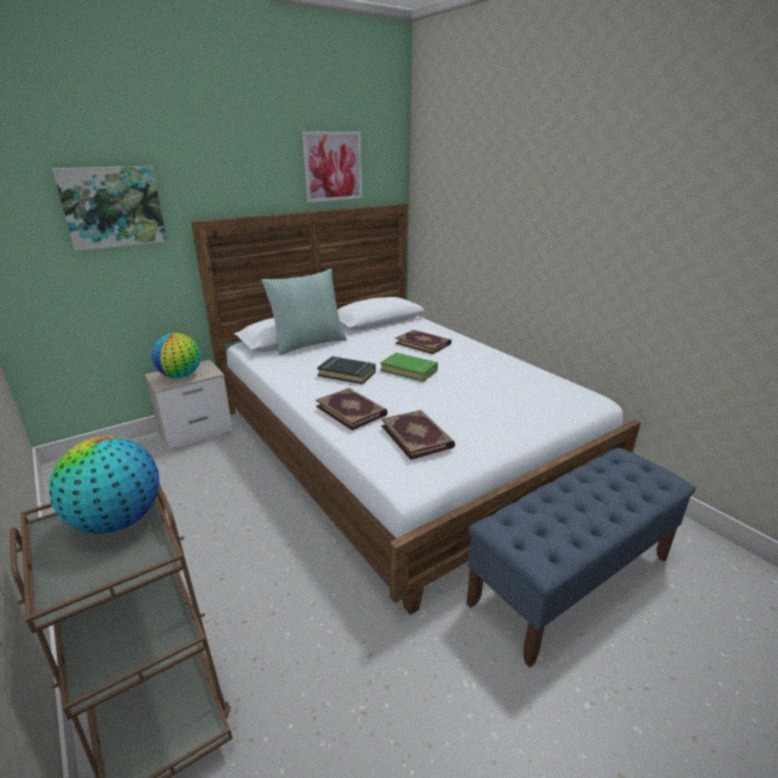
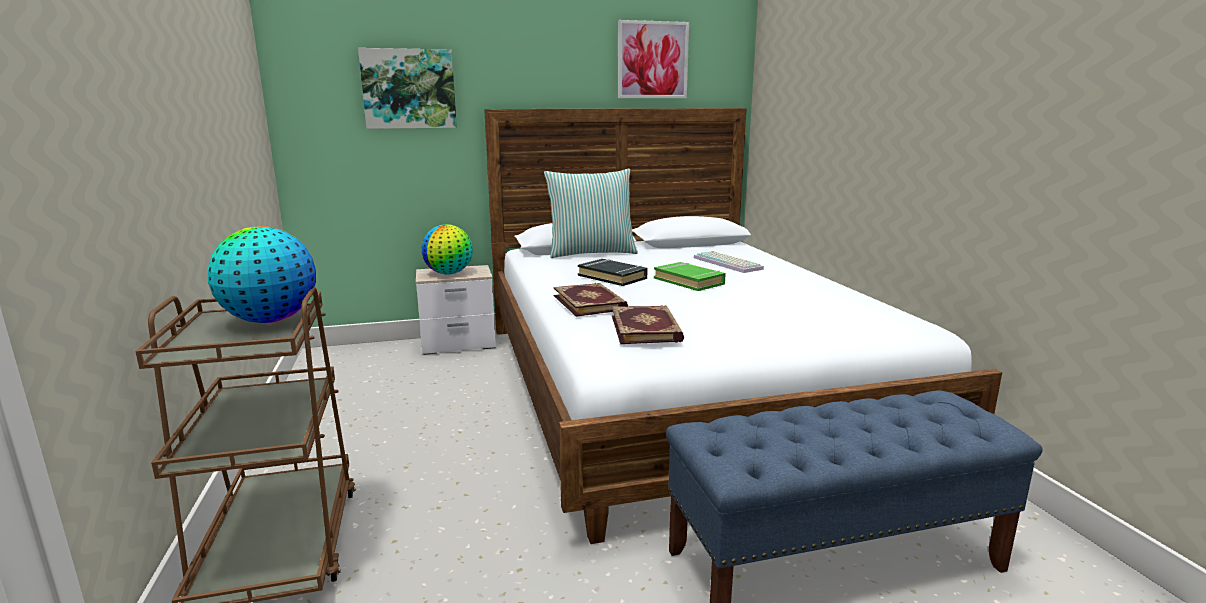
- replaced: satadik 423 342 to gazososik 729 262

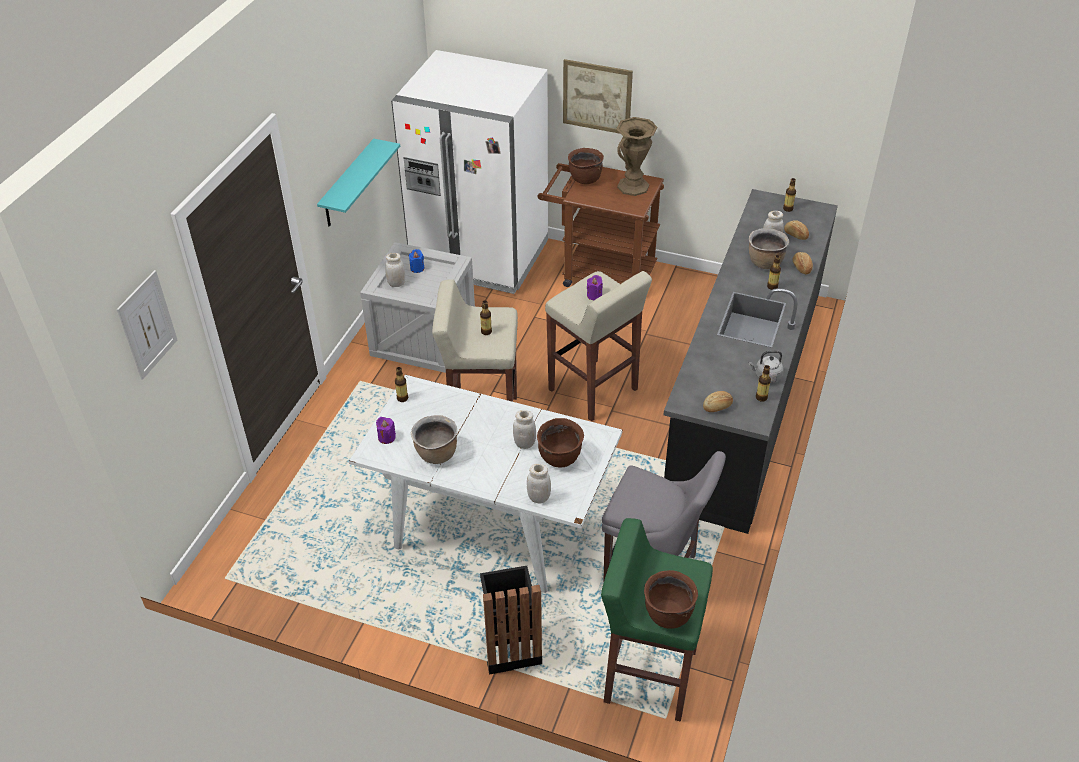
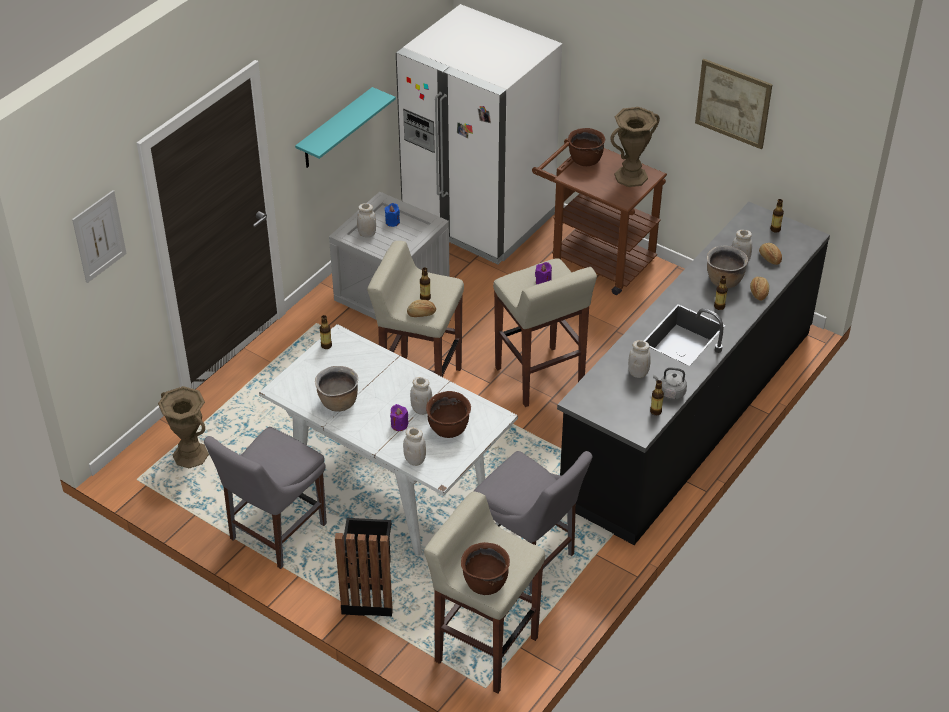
- added: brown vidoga 183 427
- added: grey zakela 265 498
- moved: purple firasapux 386 430 to 399 417
- moved: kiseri 718 401 to 421 308
- recoloured: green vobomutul 657 620 to beige vobomutul 484 592
- added: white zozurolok 639 359
- moved: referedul 598 96 to 734 104

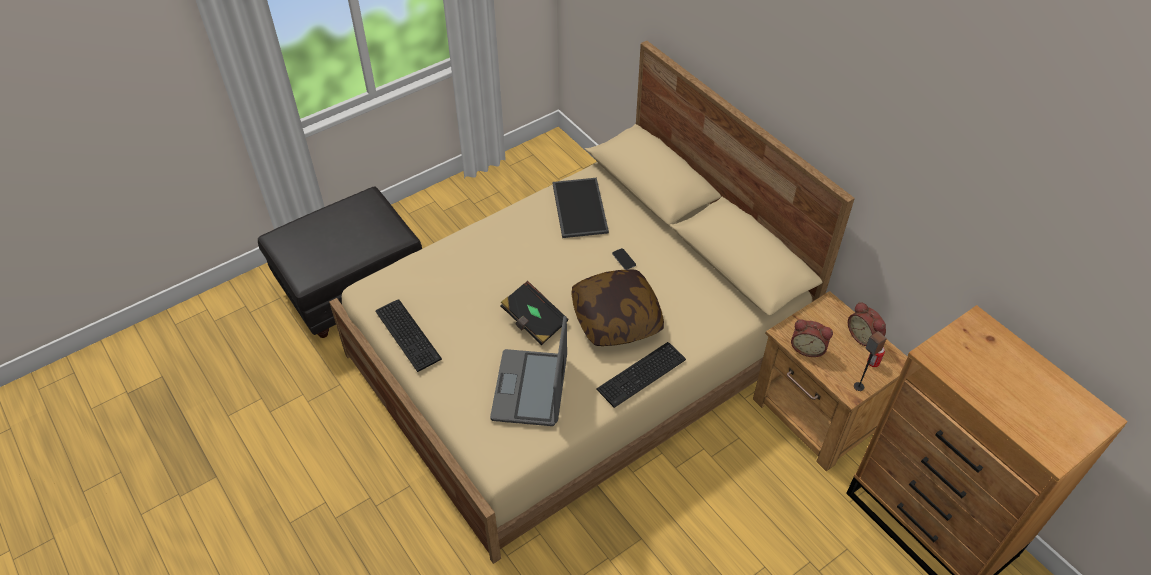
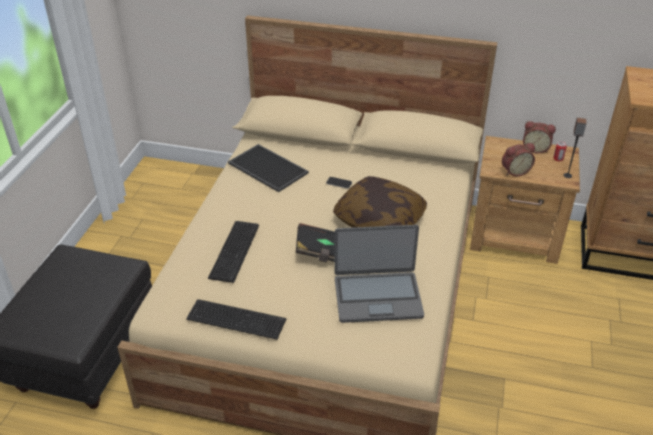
- moved: gazososik 641 375 to 233 252
- turned: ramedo 528 371 = 379 274 60 degrees counterclockwise

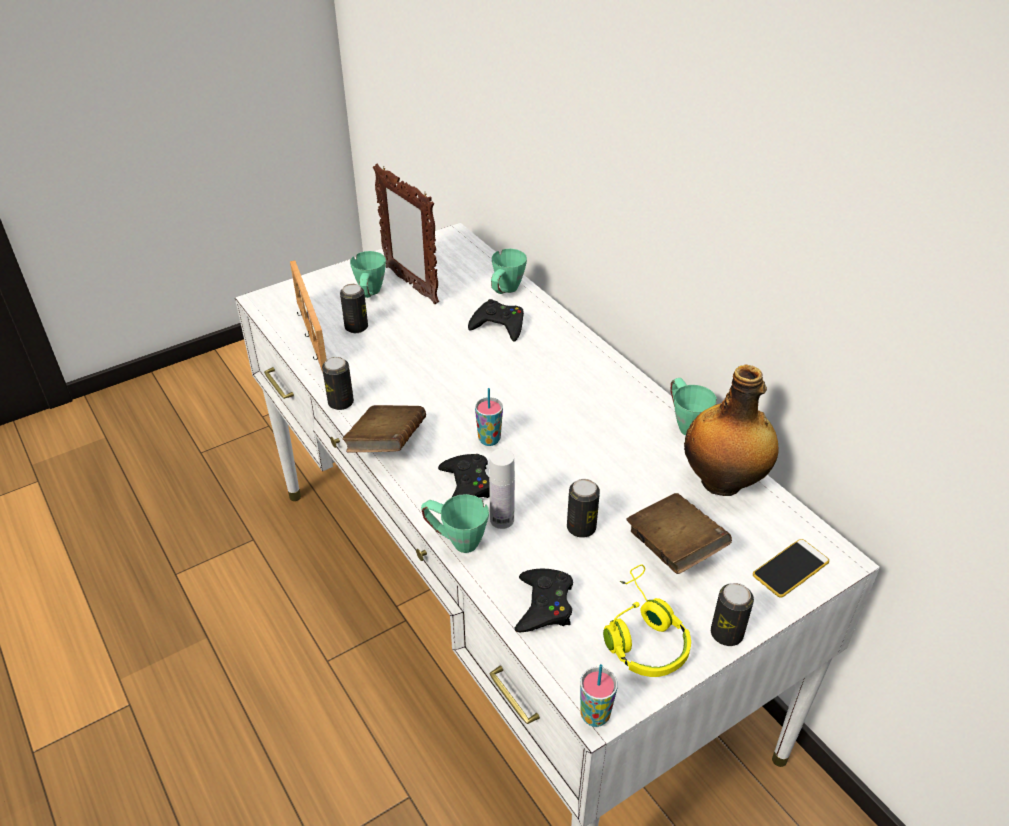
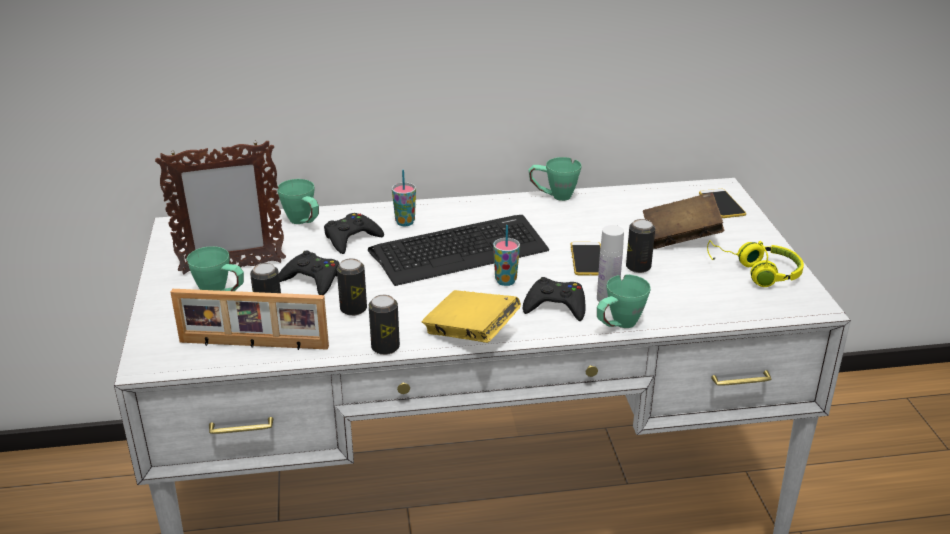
- moved: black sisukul 544 600 to 309 273
- moved: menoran 732 614 to 352 287
- added: gazososik 458 250
- moved: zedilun 599 695 to 404 198
- recoloured: brown satadik 384 428 to yellow satadik 471 316
- added: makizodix 586 258
- removed: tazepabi 731 430

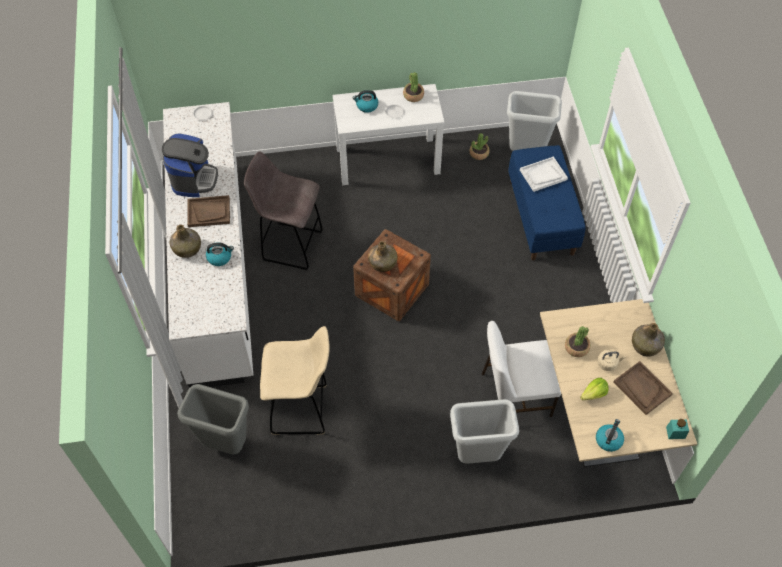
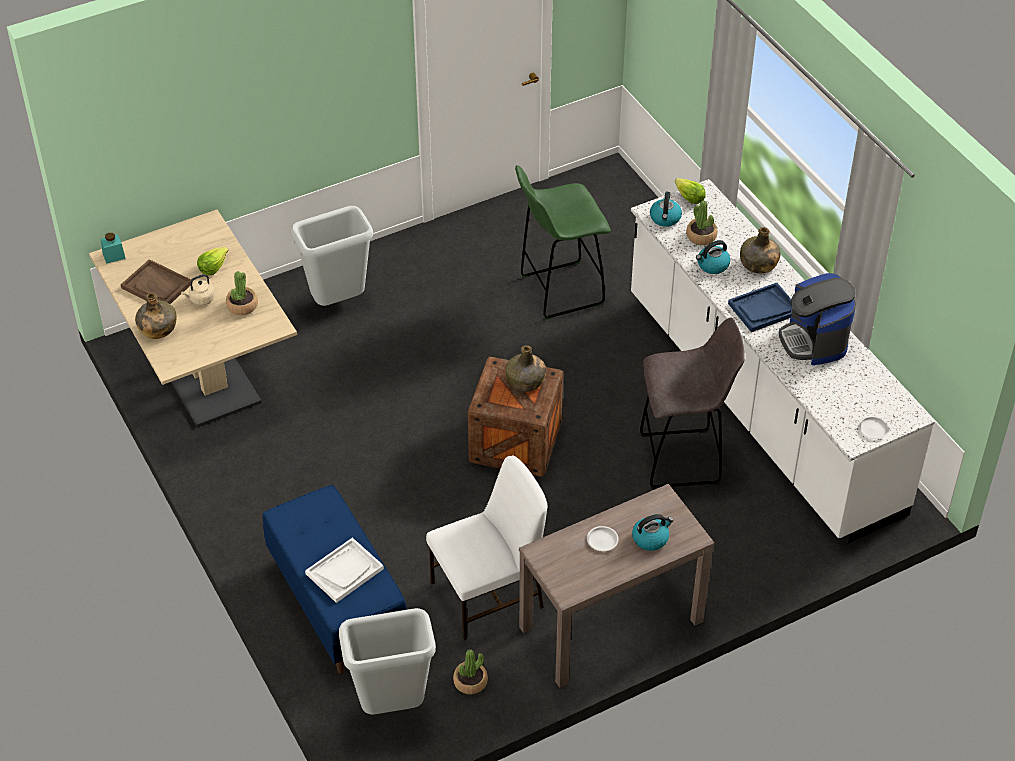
- moved: white zakela 521 369 to 486 548
- recoloured: beige vobomutul 295 380 to green vobomutul 563 242
- recoloured: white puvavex 388 134 to brown puvavex 617 586
- moved: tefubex 610 435 to 666 209
- added: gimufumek 690 191
- moved: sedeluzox 413 87 to 702 223
- recoloured: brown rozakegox 208 211 to blue rozakegox 760 307
- removed: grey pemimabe 213 419

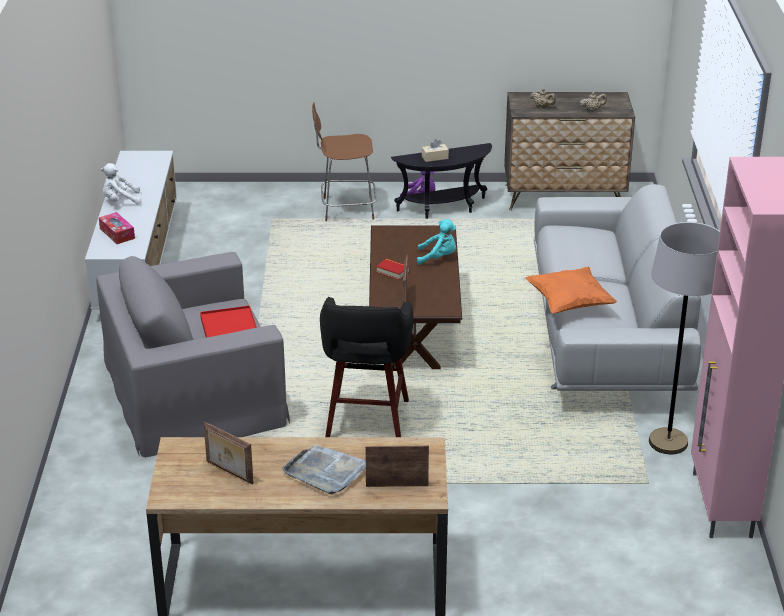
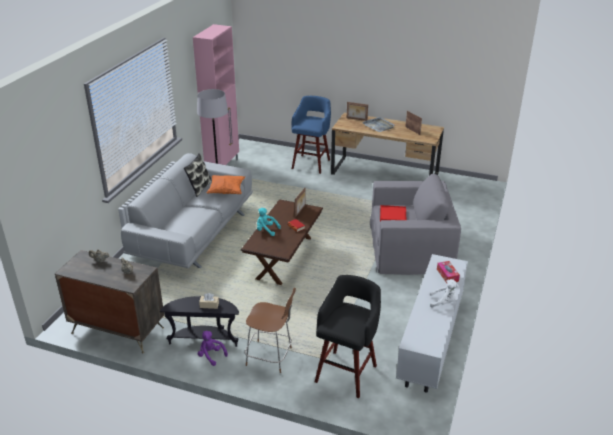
- added: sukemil 198 175
- added: blue vobomutul 311 135
- moved: black vobomutul 366 367 to 348 336

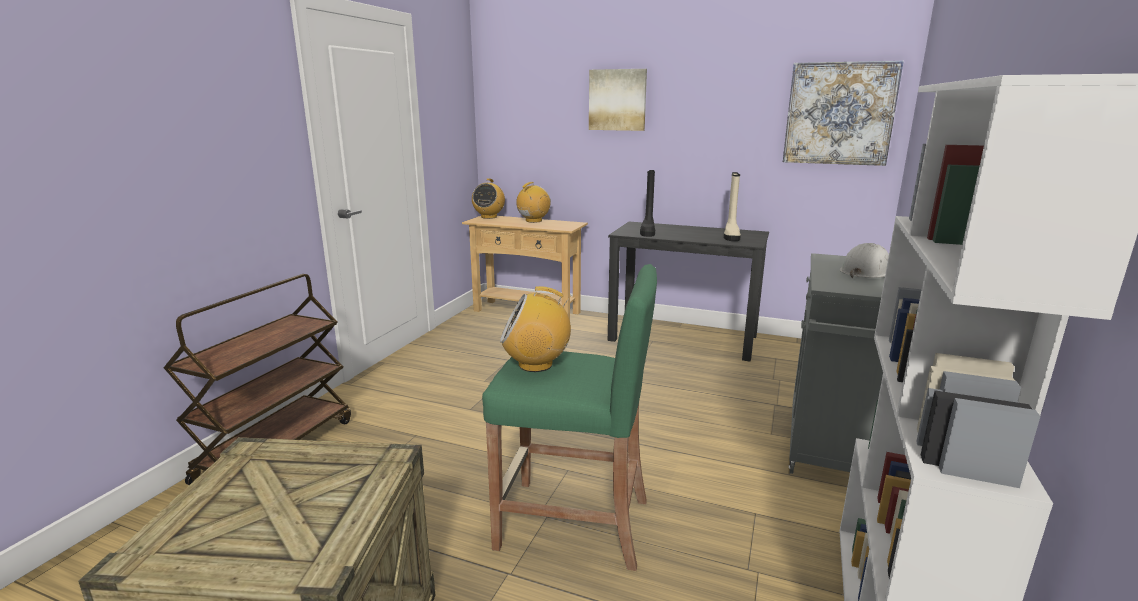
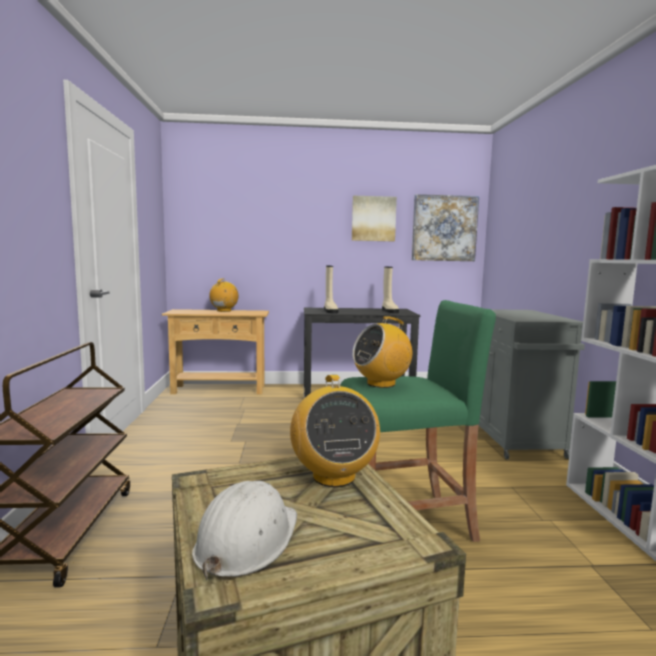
- moved: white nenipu 864 260 to 244 530
- moved: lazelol 488 199 to 335 431
- recoloured: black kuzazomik 647 203 to beige kuzazomik 331 289
- moved: referedul 618 100 to 374 218

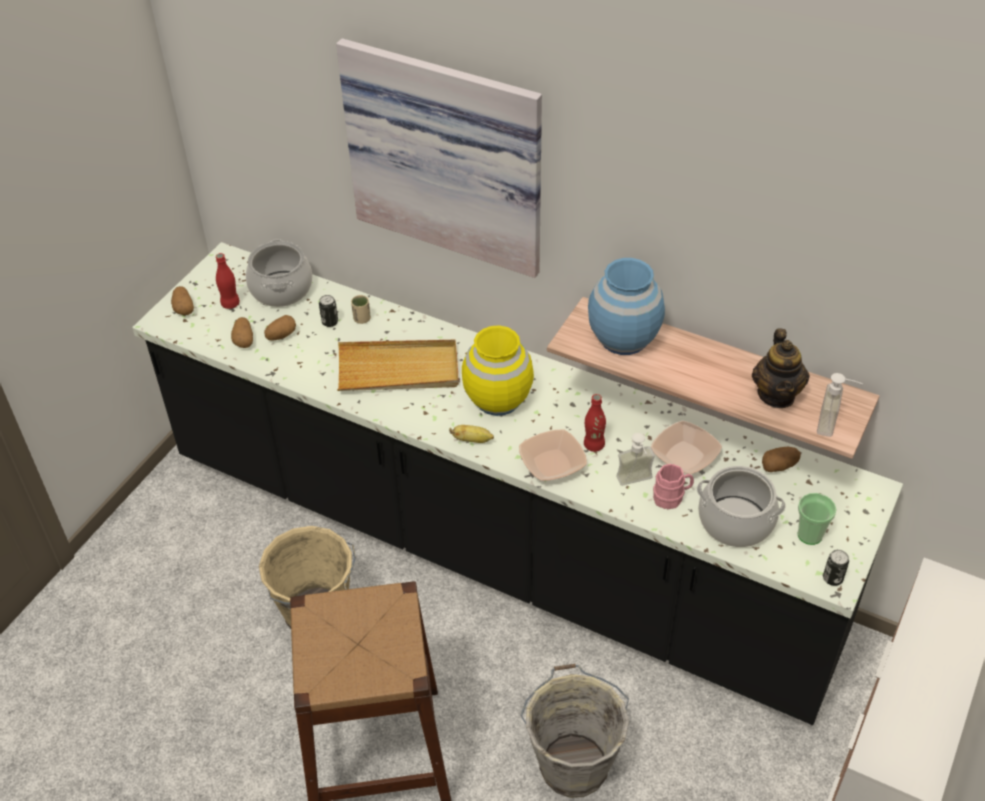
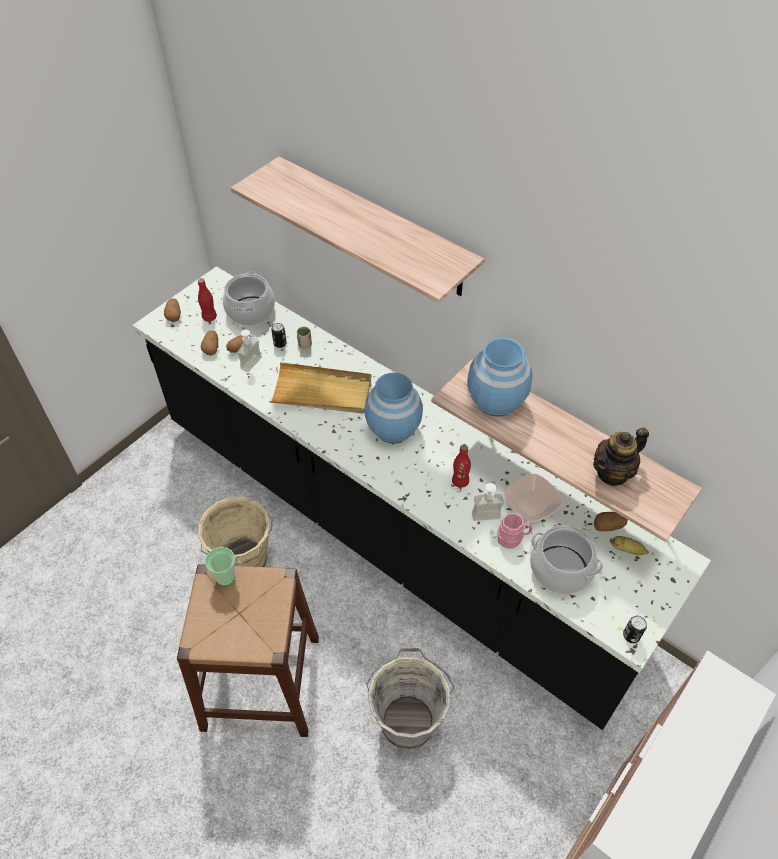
- moved: zedilun 816 519 to 220 566
- replaced: referedul 439 158 to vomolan 358 229
- moved: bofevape 840 405 to 249 351
- recoloured: yellow vidoga 498 370 to blue vidoga 393 408
- turned: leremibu 781 368 = 621 456 45 degrees clockwise
- moved: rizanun 471 434 to 629 545
- removed: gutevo 553 455

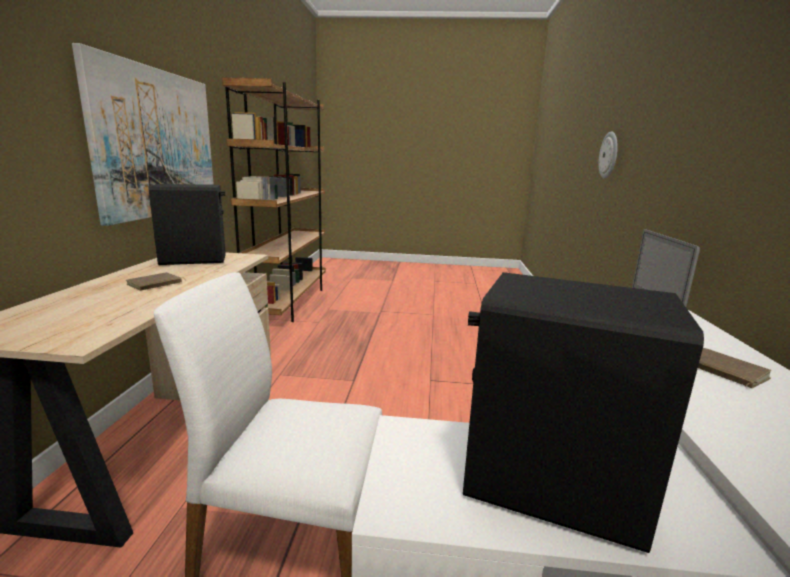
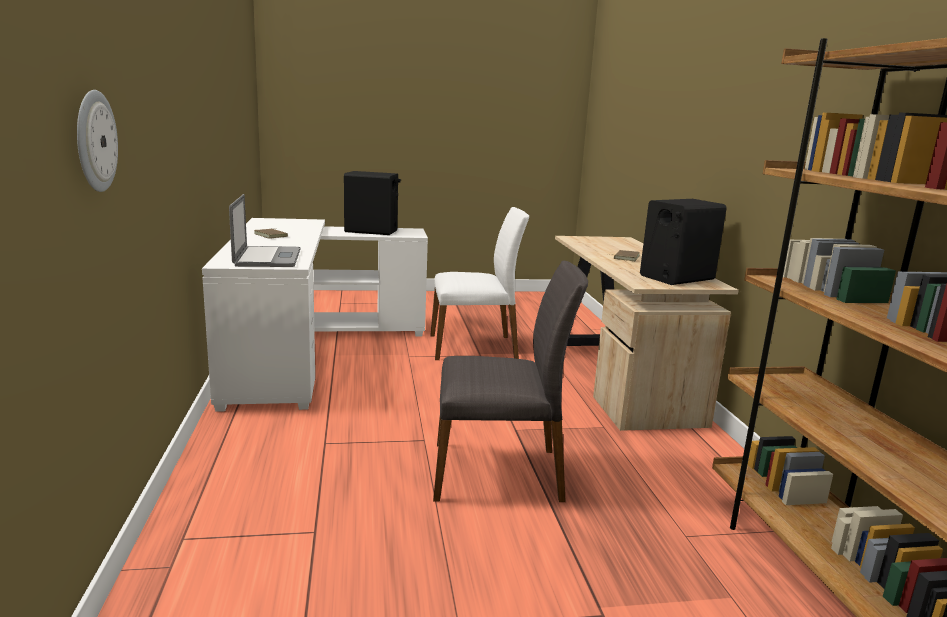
- added: grey zakela 510 381
- removed: referedul 143 134

